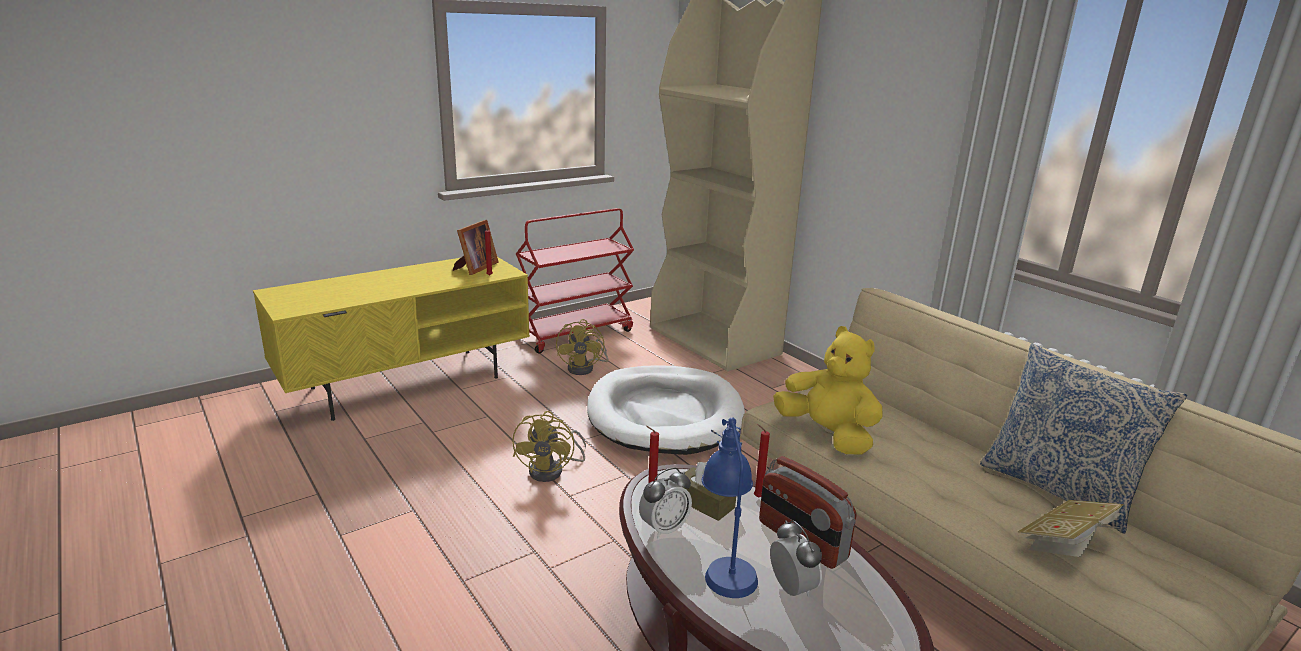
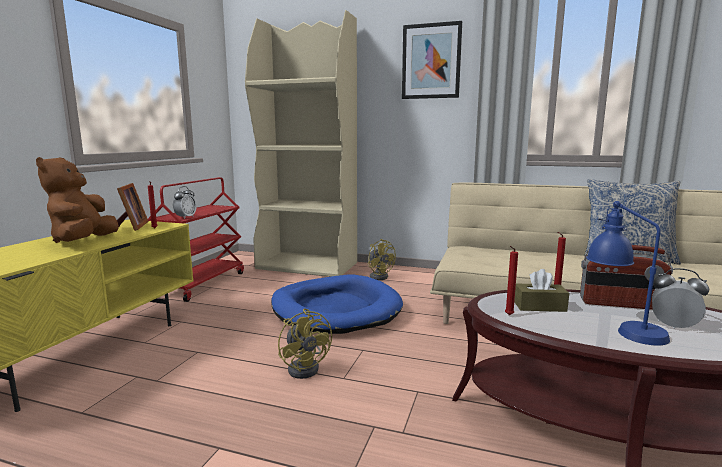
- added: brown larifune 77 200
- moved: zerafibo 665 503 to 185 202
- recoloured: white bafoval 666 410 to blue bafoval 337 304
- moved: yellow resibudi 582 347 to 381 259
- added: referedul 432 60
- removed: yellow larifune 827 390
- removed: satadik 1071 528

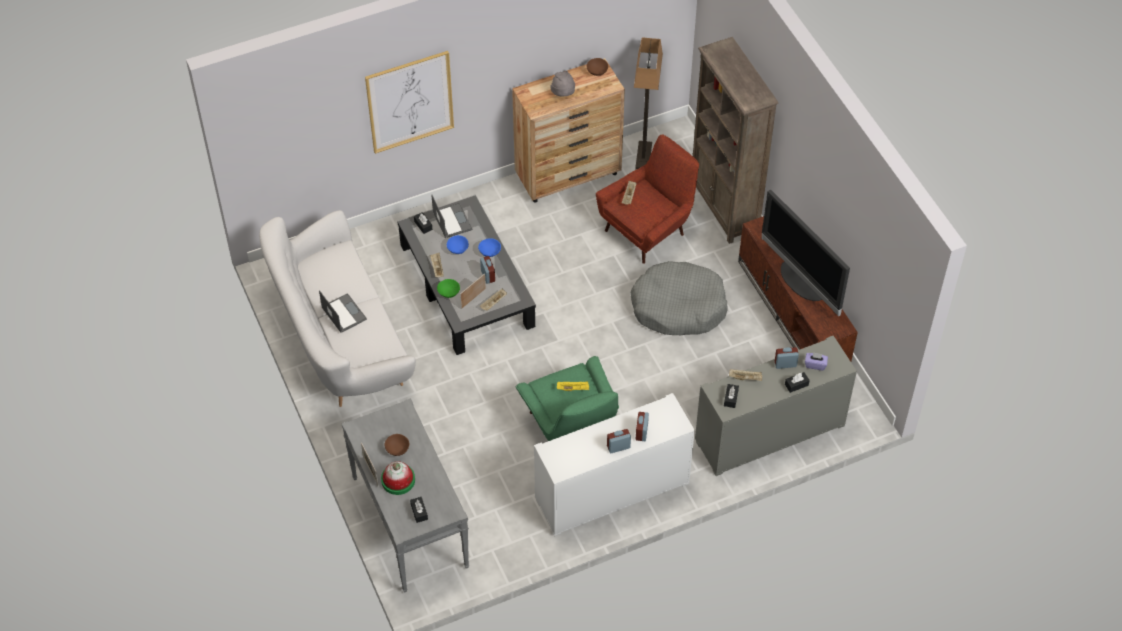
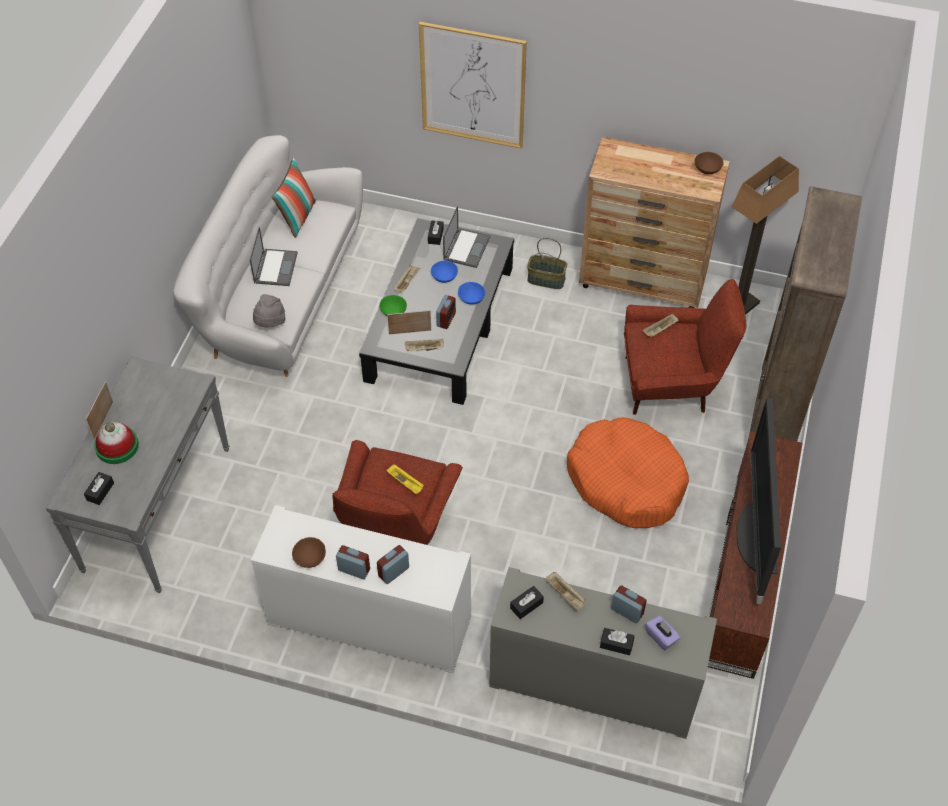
- moved: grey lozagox 562 83 to 269 310
- added: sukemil 294 198
- moved: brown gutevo 397 445 to 309 552
- recoloured: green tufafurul 567 398 to red tufafurul 397 492
- added: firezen 547 263
- recoloured: grey bafoval 679 298 to orange bafoval 628 472

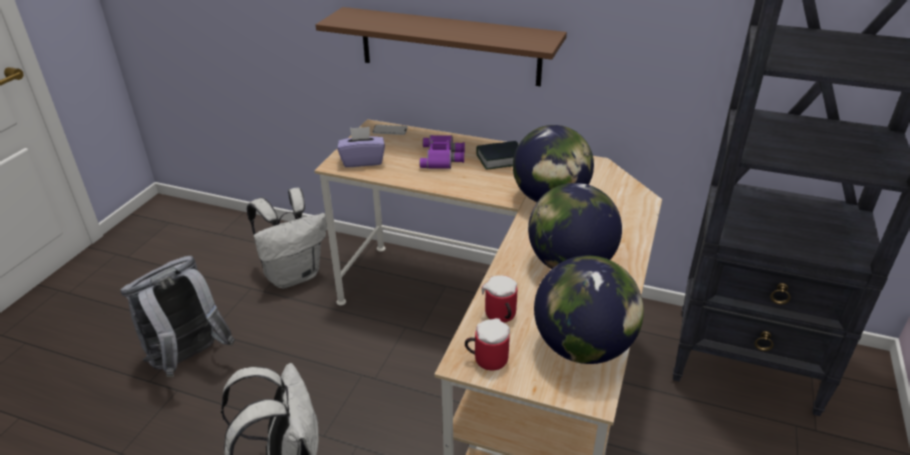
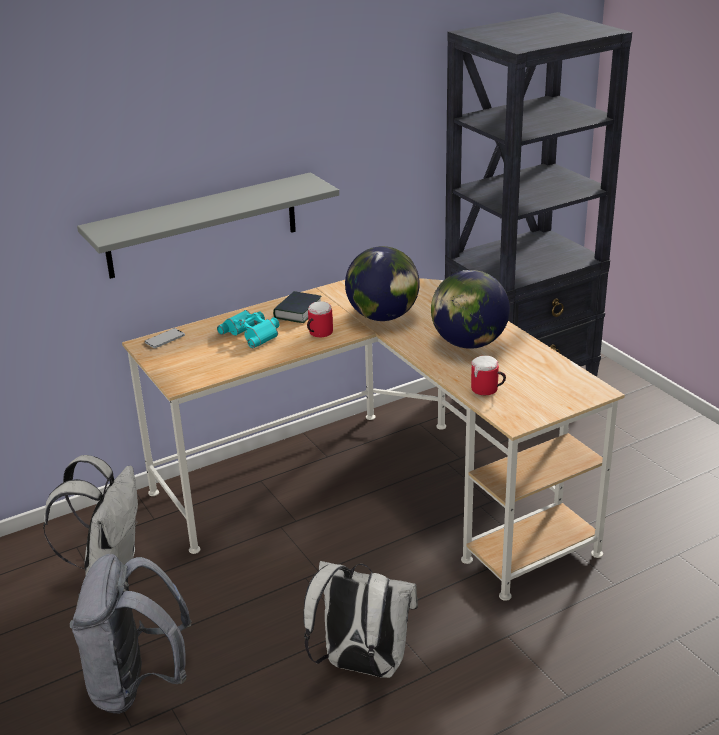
- recoloured: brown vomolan 441 46 to grey vomolan 208 225
- recoloured: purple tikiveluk 442 152 to turquoise tikiveluk 248 329
- moved: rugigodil 487 344 to 320 319
- removed: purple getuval 361 147
- removed: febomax 589 310

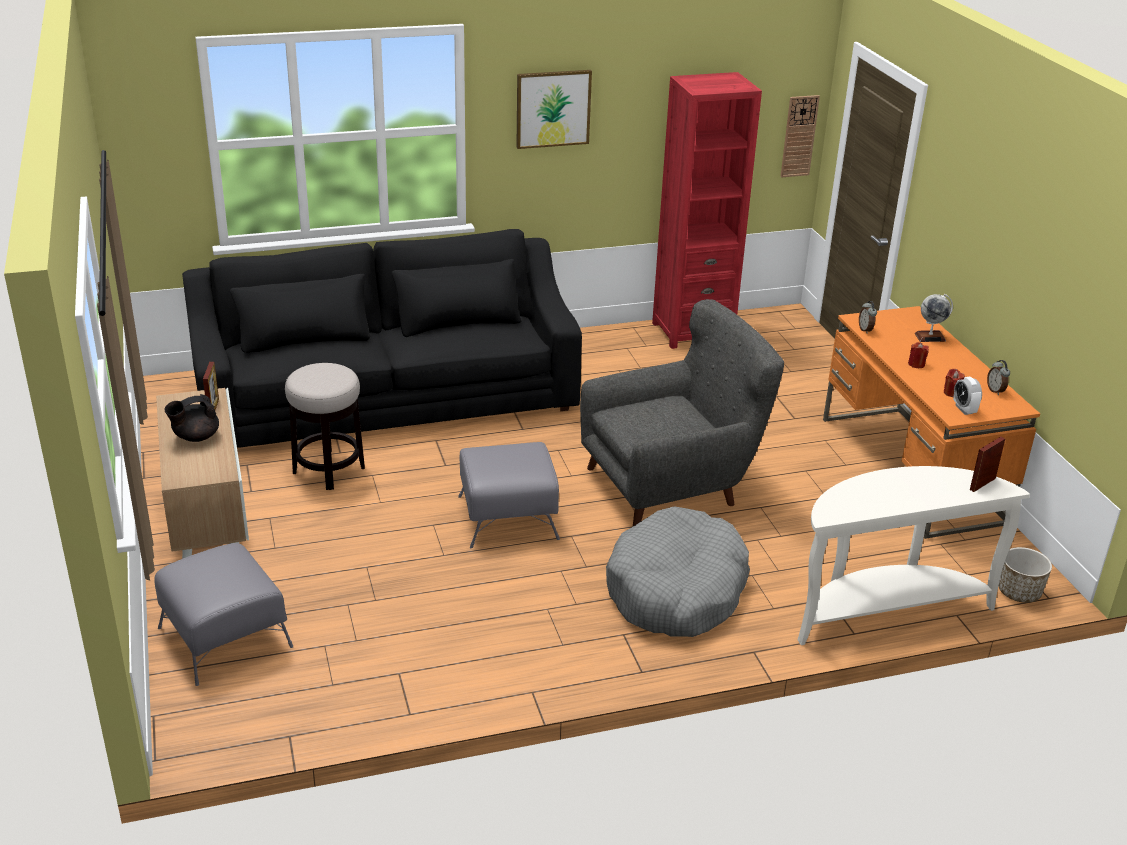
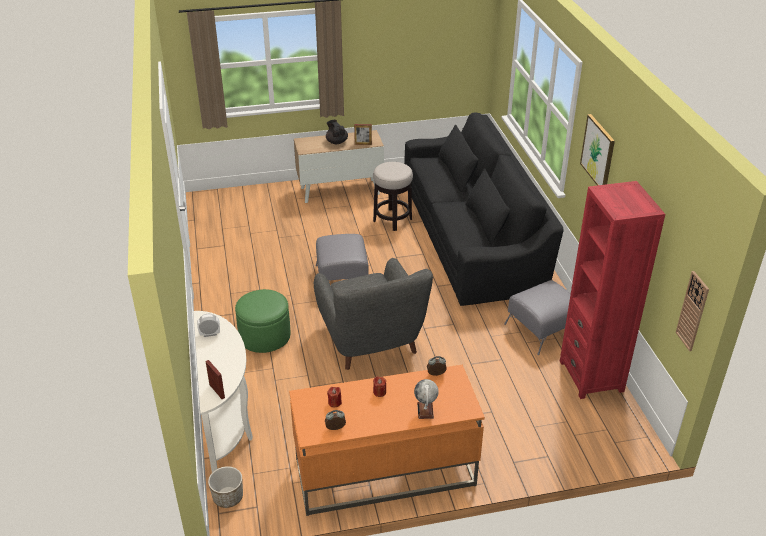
- moved: zerafibo 967 396 to 208 325
- replaced: grey bafoval 678 571 to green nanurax 262 321
- moved: grey nanurax 224 614 to 537 317

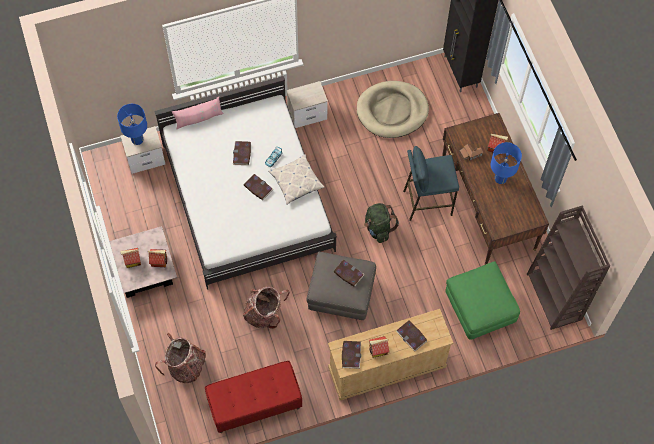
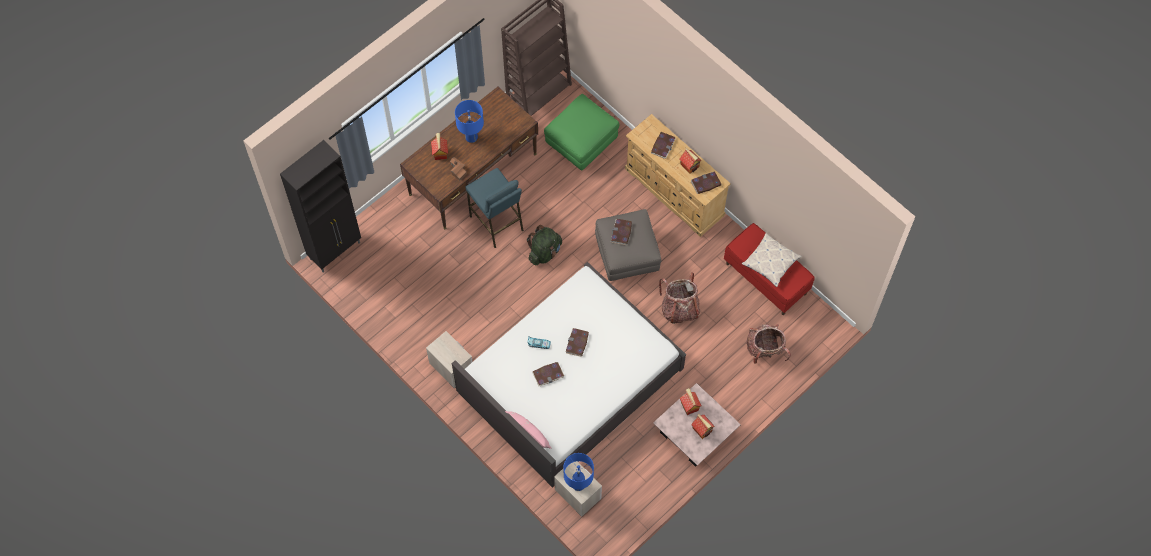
- moved: sukemil 296 179 to 772 260
- removed: beige bafoval 393 109

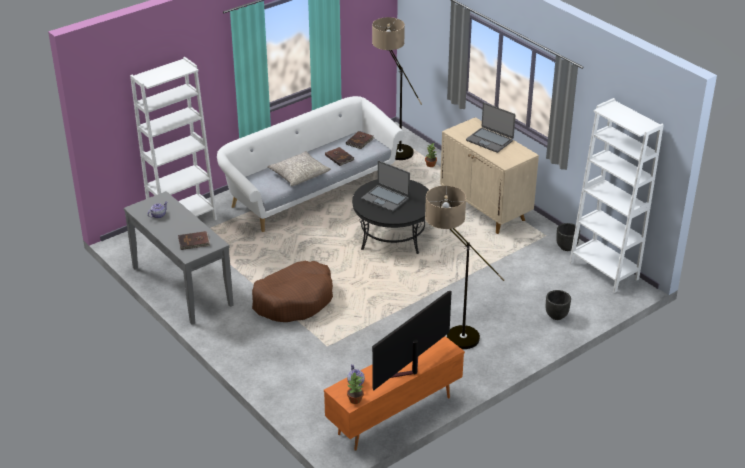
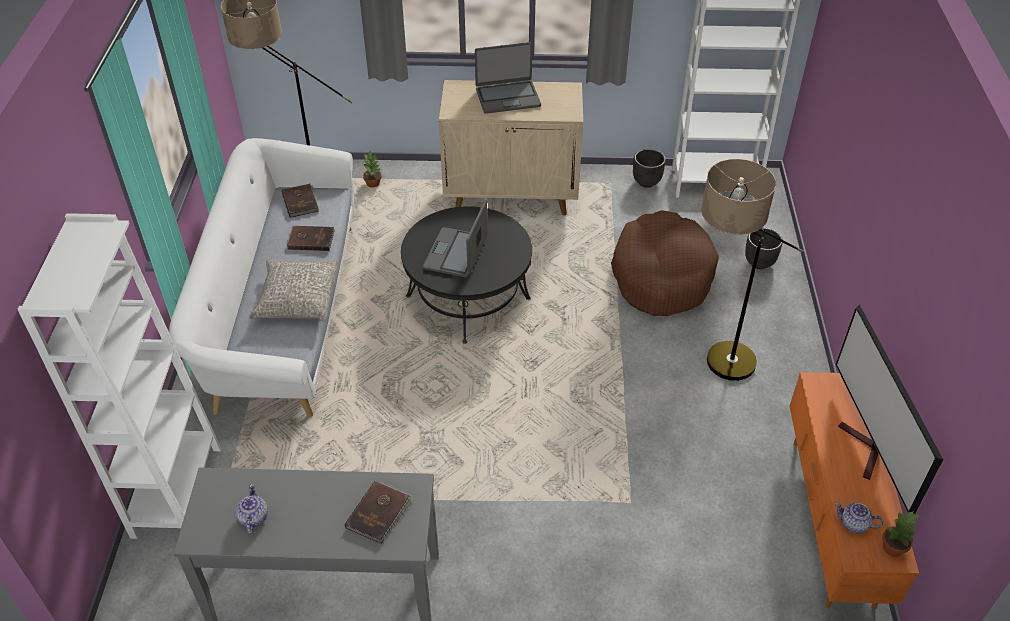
- turned: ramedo 385 186 = 455 239 120 degrees clockwise
- moved: brown bafoval 292 291 to 665 263

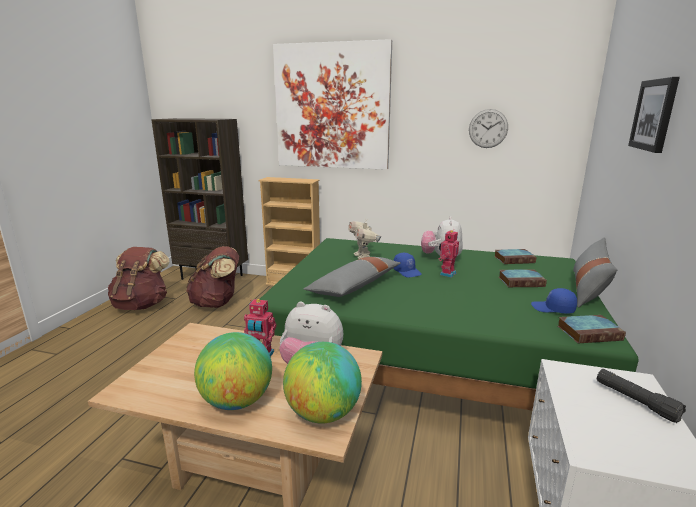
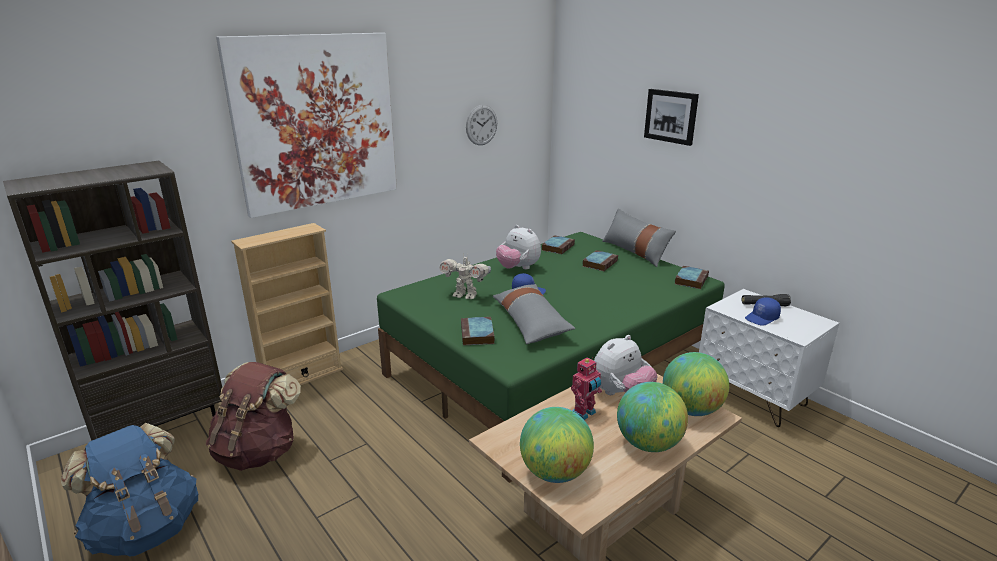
- recoloured: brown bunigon 139 278 to blue bunigon 129 489
- added: satadik 478 331
- added: febomax 557 445
- moved: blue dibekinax 554 301 to 763 311
- removed: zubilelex 449 254

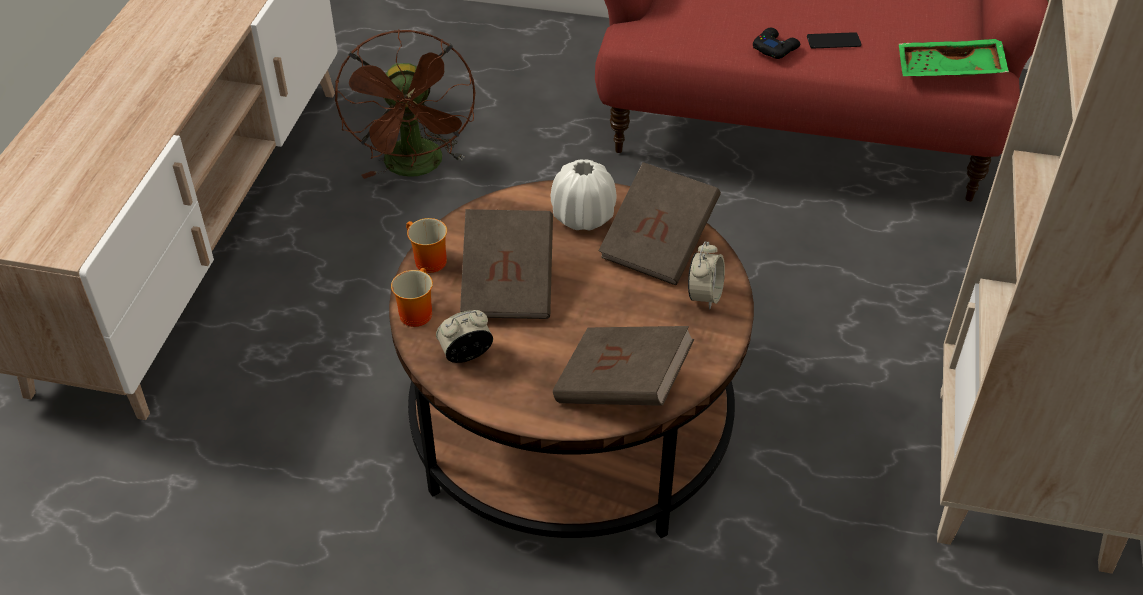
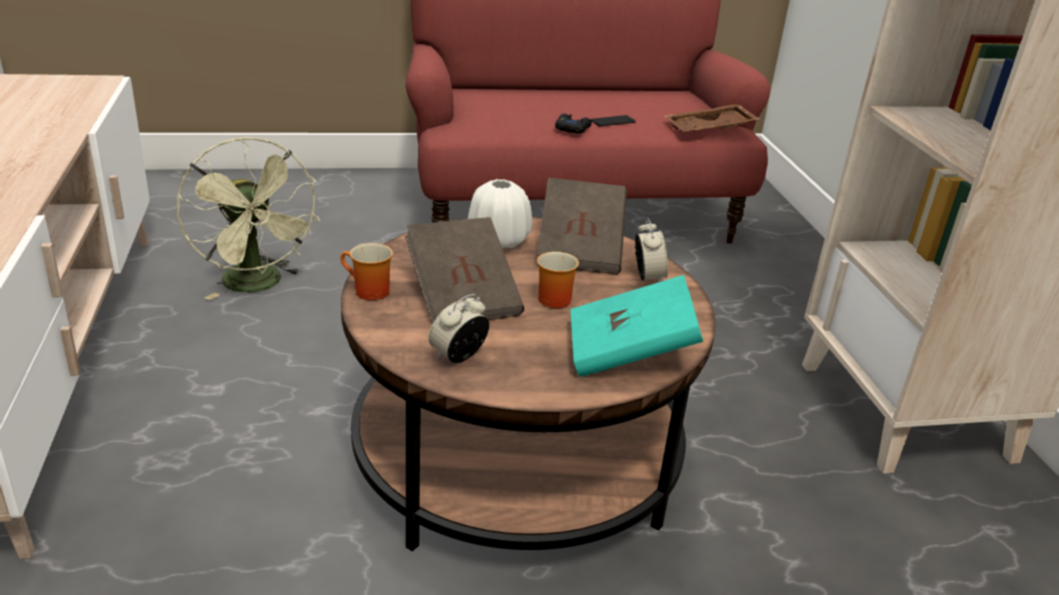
- recoloured: brown resibudi 405 104 to green resibudi 248 218
- moved: rugigodil 412 297 to 558 280
- recoloured: brown satadik 623 366 to turquoise satadik 636 326
- recoloured: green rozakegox 954 58 to brown rozakegox 712 118

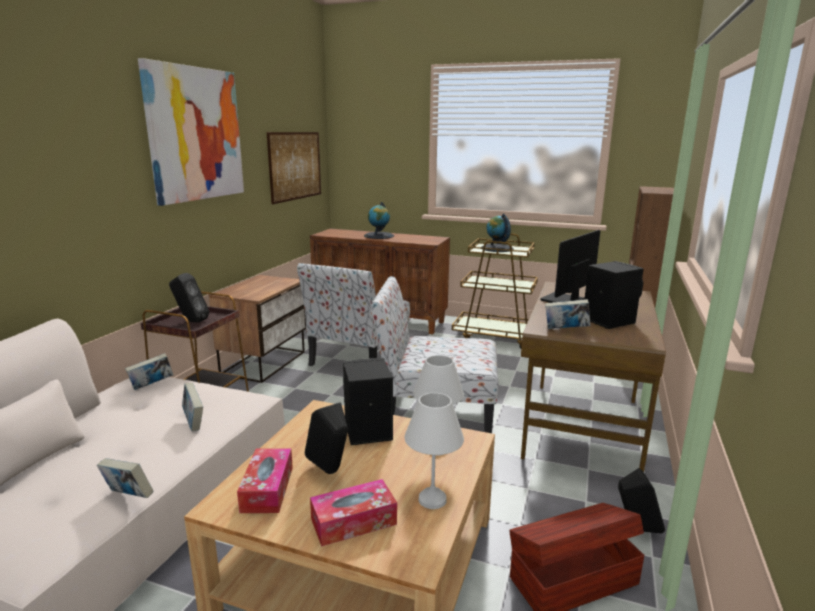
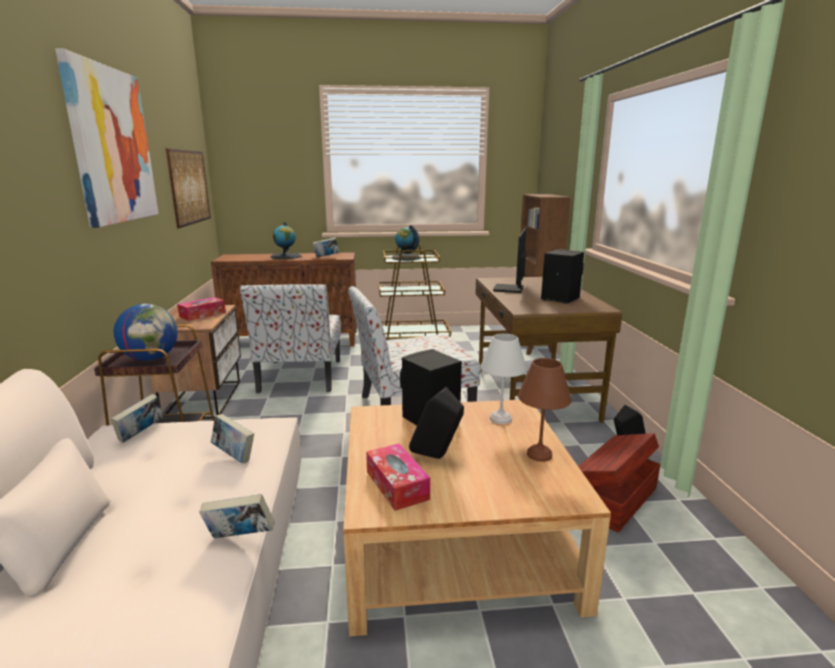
- replaced: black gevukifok 189 297 to febomax 146 332
- moved: getuval 353 513 to 201 309
- moved: satadik 568 314 to 326 247
- recoloured: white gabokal 434 451 to brown gabokal 545 410

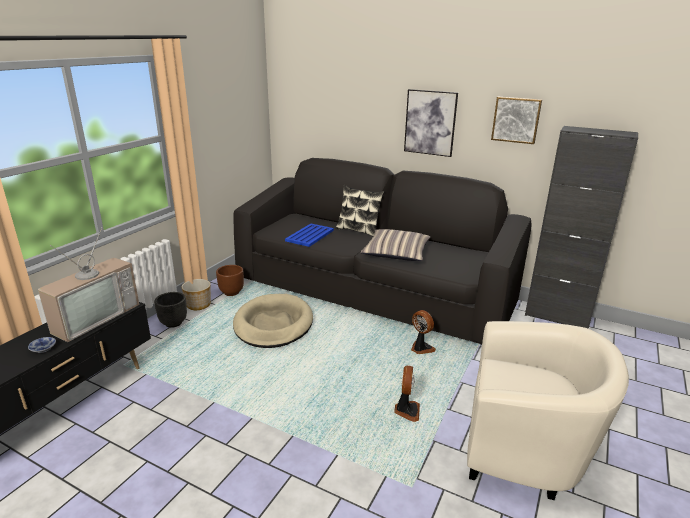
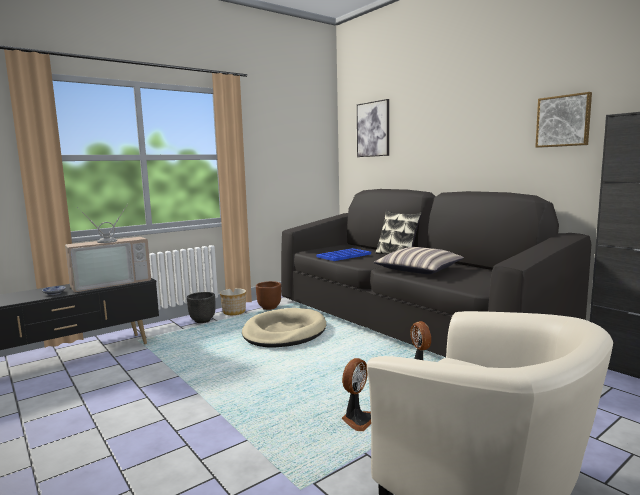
- moved: referedul 431 123 to 373 128

